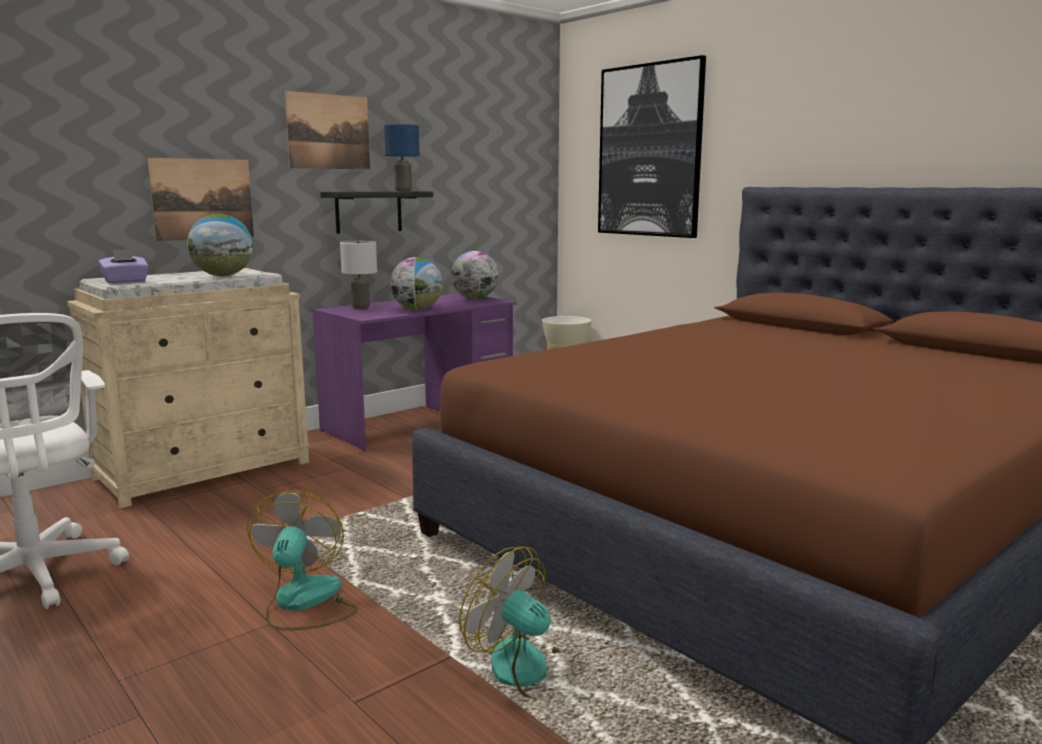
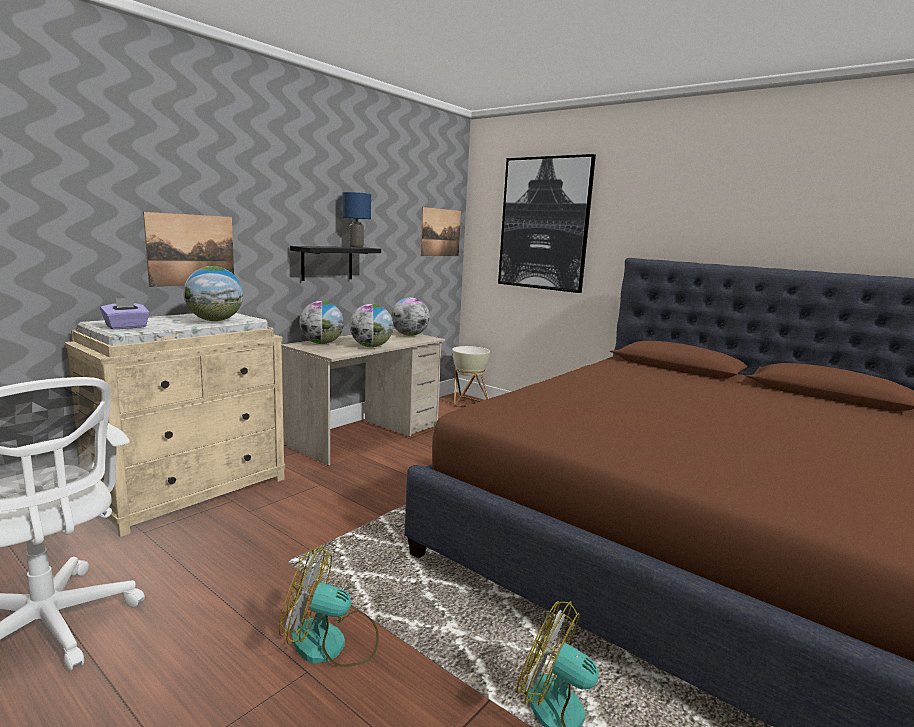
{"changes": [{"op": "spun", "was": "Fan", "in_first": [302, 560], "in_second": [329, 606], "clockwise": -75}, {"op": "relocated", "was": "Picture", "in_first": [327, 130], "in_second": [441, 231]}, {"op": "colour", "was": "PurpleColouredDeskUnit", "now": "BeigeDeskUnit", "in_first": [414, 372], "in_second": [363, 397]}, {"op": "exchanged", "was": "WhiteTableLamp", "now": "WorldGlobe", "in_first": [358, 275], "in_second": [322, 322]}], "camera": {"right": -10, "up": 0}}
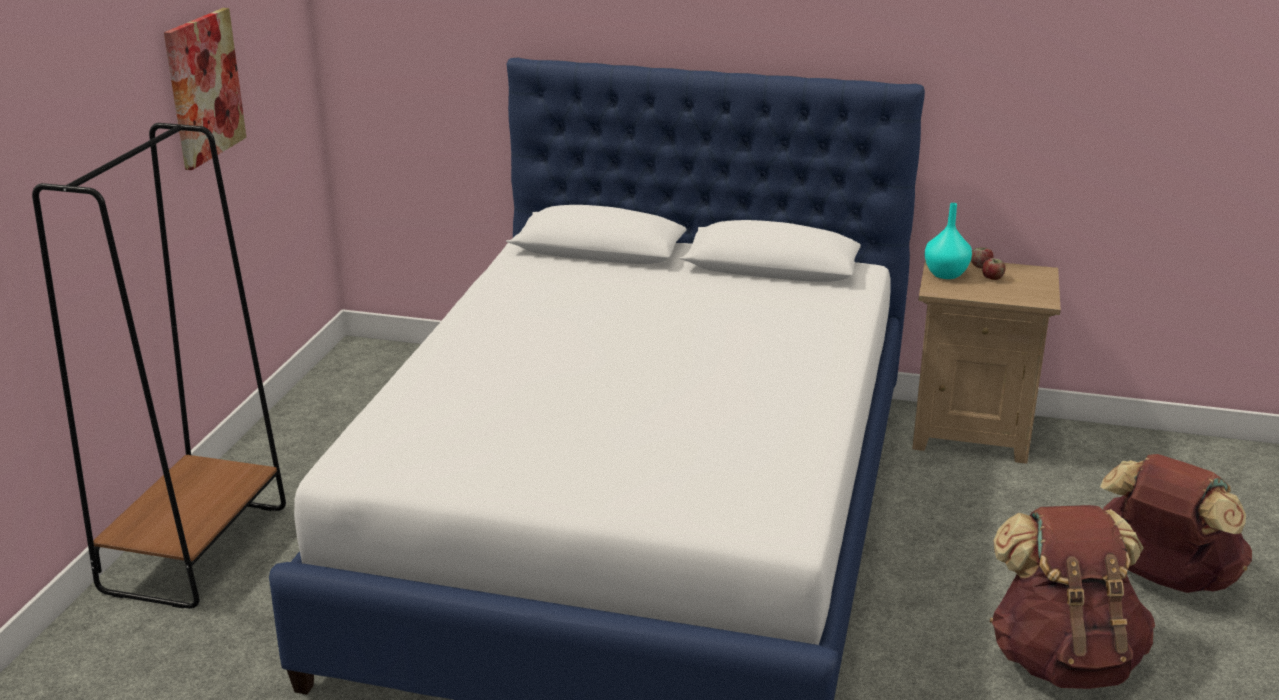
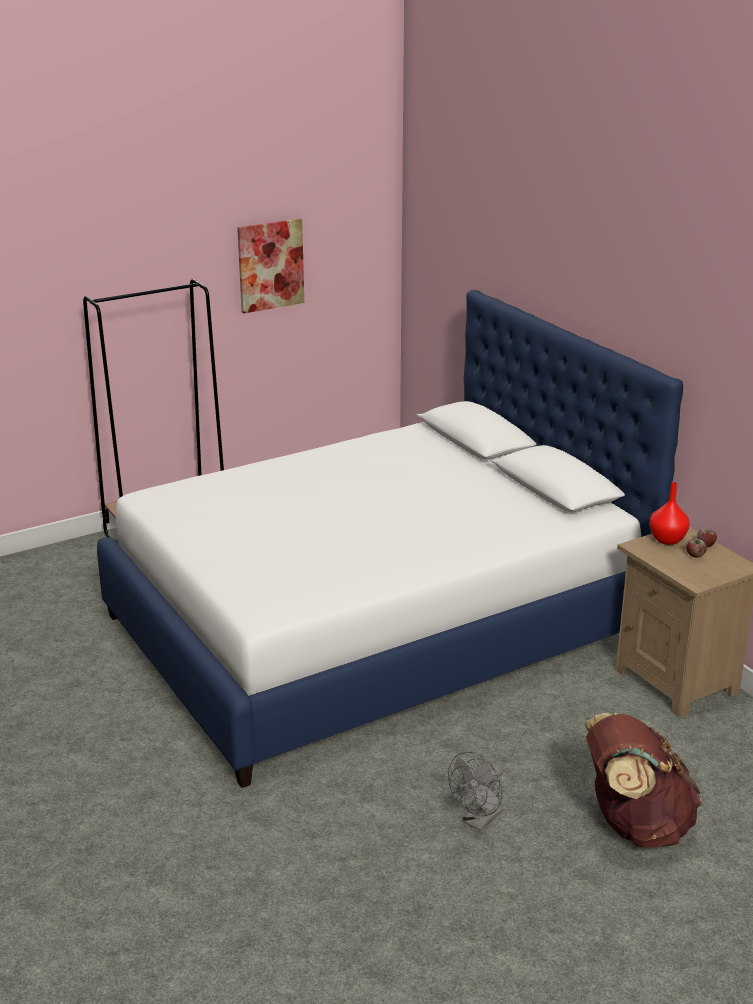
{"changes": [{"op": "colour", "was": "TurquoiseDecorativeVase", "now": "ReddishDecorativeVase", "in_first": [948, 241], "in_second": [669, 513]}, {"op": "exchanged", "was": "BrownBackpack", "now": "GreyishFan", "in_first": [1072, 597], "in_second": [475, 791]}], "camera": {"right": 45, "up": 0}}
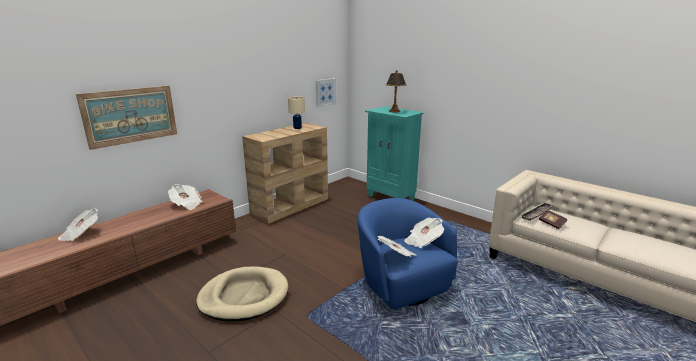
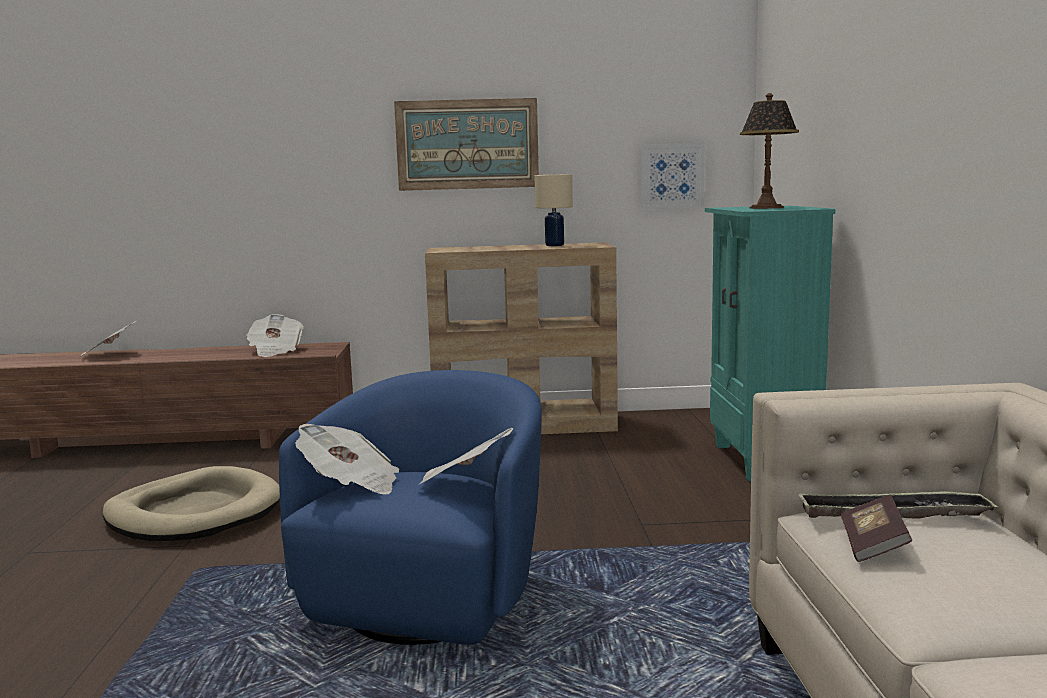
{"changes": [{"op": "relocated", "was": "Picture", "in_first": [126, 118], "in_second": [466, 144]}], "camera": {"right": 45, "up": -10}}
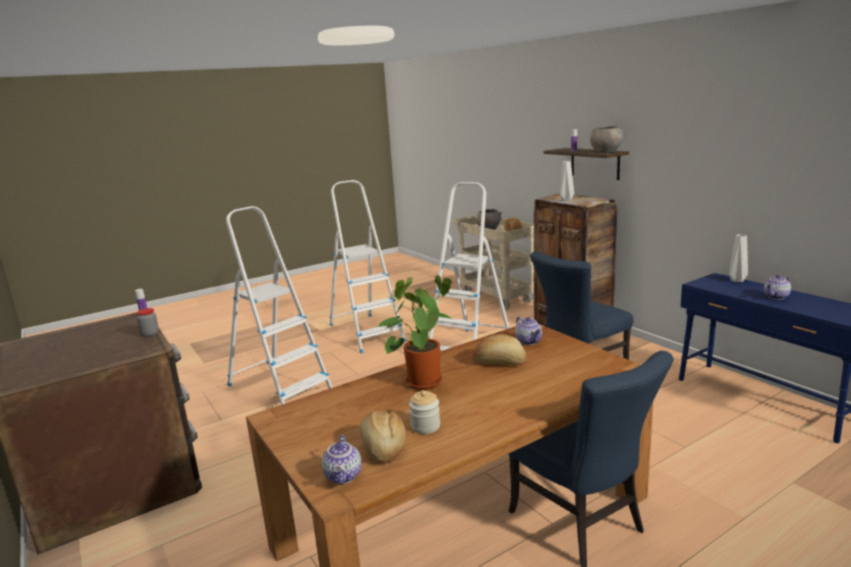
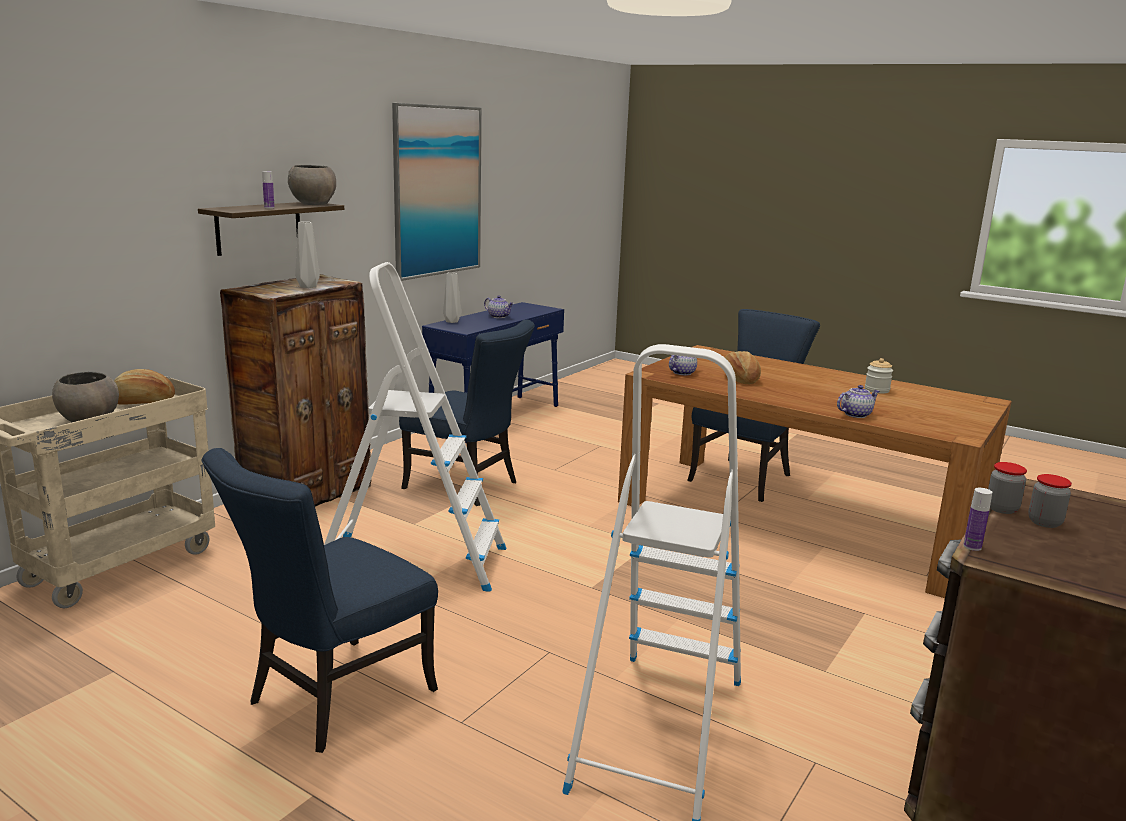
{"changes": [{"op": "relocated", "was": "Teapot", "in_first": [342, 460], "in_second": [858, 401]}, {"op": "exchanged", "was": "WhiteStepladder", "now": "BlueColouredUprightChair", "in_first": [368, 267], "in_second": [320, 600]}, {"op": "missing", "was": "BakeryBread", "in_first": [383, 436]}, {"op": "missing", "was": "PottedPlant", "in_first": [414, 332]}, {"op": "appeared", "now": "Picture", "in_second": [436, 192]}, {"op": "appeared", "now": "StorageJar", "in_second": [1050, 501]}], "camera": {"right": -115, "up": 0}}
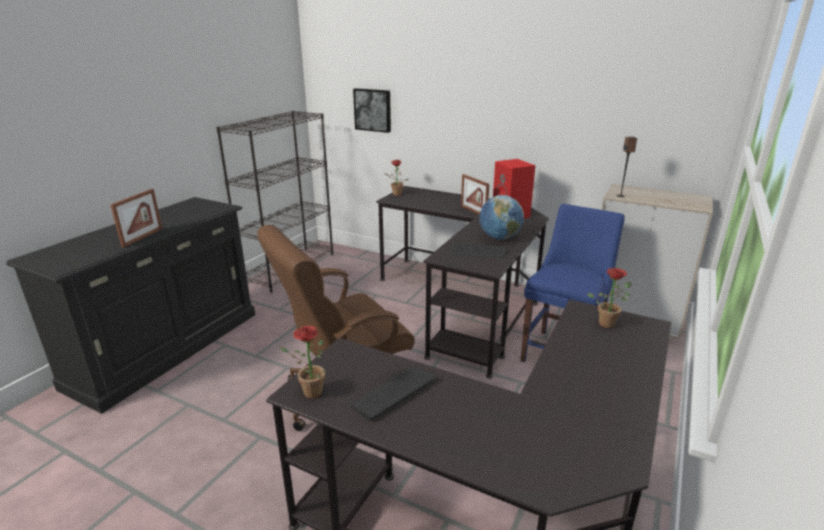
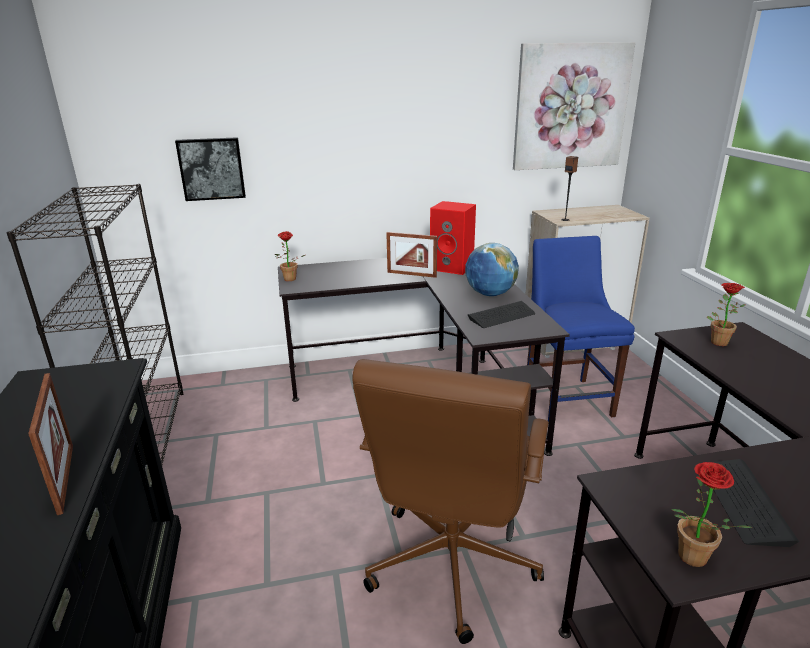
{"changes": [{"op": "appeared", "now": "Picture", "in_second": [574, 106]}], "camera": {"right": -40, "up": 0}}
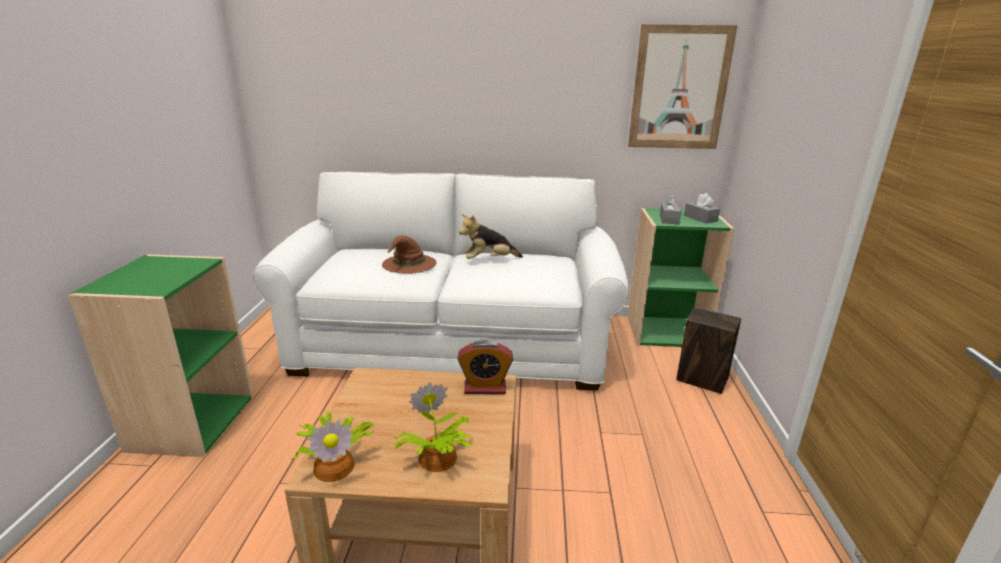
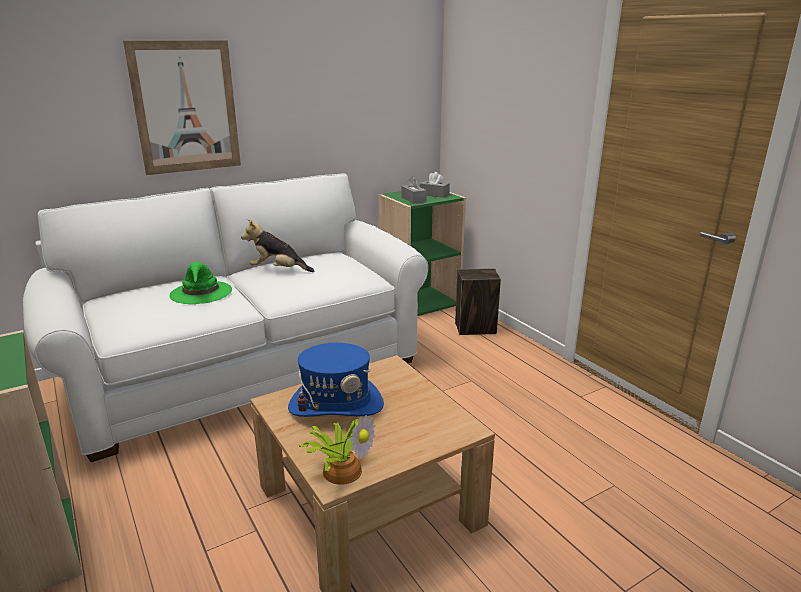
{"changes": [{"op": "colour", "was": "BrownHat", "now": "GreenColouredHat", "in_first": [409, 254], "in_second": [200, 283]}, {"op": "missing", "was": "PottedPlant", "in_first": [433, 427]}, {"op": "missing", "was": "BedsideClock", "in_first": [485, 367]}, {"op": "spun", "was": "CuddlyToy", "in_first": [491, 236], "in_second": [277, 245], "clockwise": 60}, {"op": "relocated", "was": "Picture", "in_first": [683, 86], "in_second": [182, 107]}, {"op": "appeared", "now": "BlueColouredHat", "in_second": [336, 380]}], "camera": {"right": -35, "up": 0}}
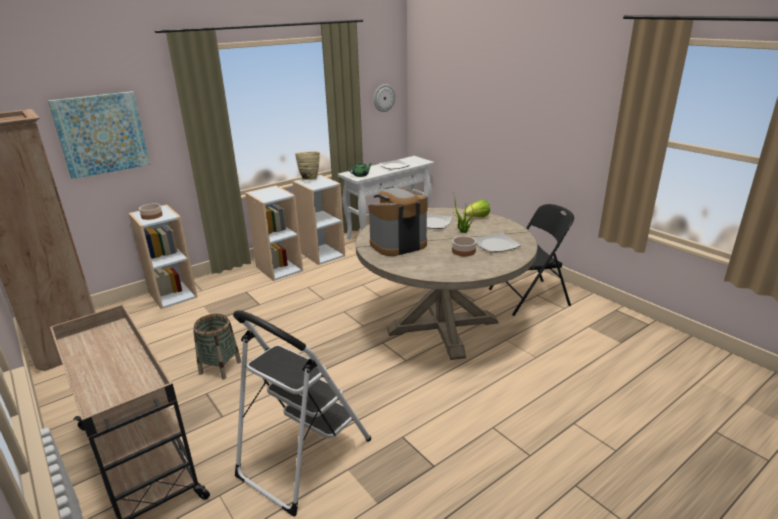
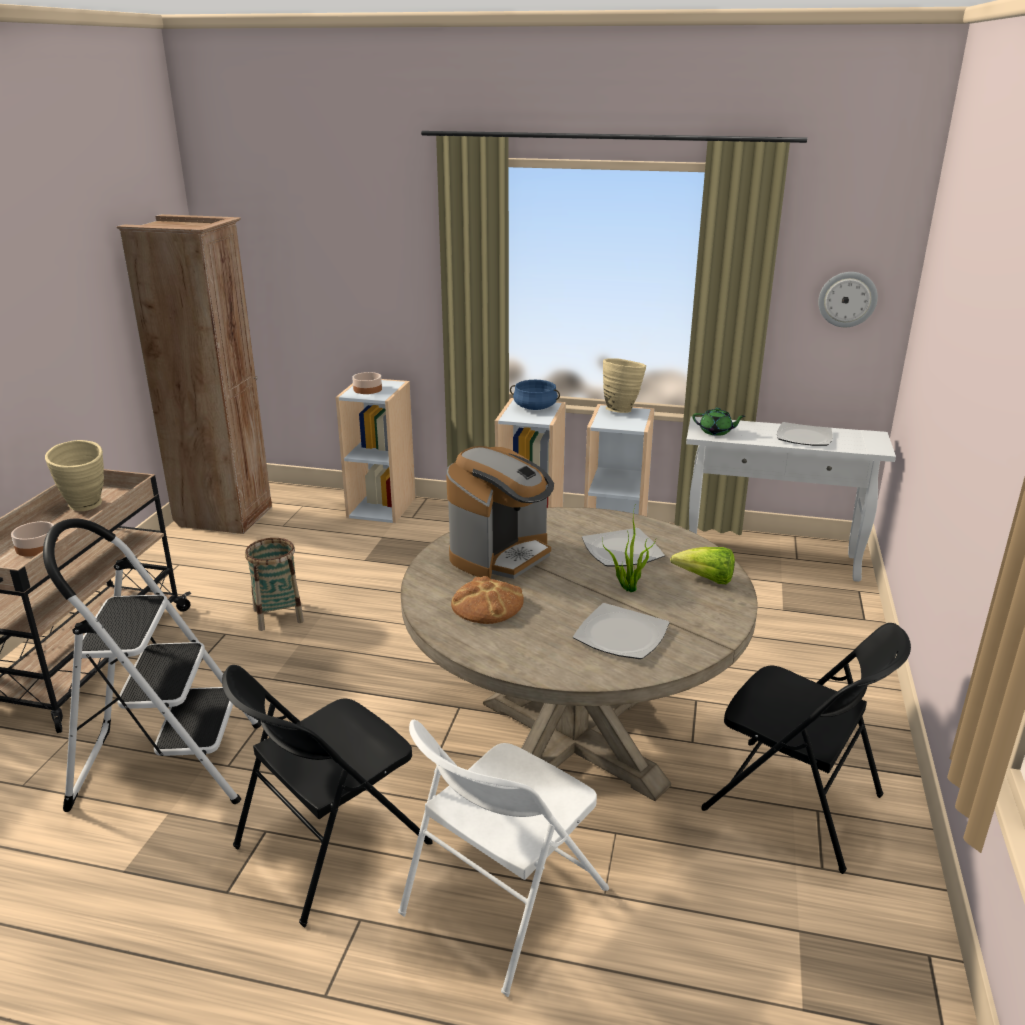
{"changes": [{"op": "missing", "was": "Picture", "in_first": [99, 135]}, {"op": "spun", "was": "CoffeeMaker", "in_first": [398, 221], "in_second": [500, 512], "clockwise": 105}, {"op": "relocated", "was": "DeepDish", "in_first": [464, 246], "in_second": [34, 539]}, {"op": "appeared", "now": "BeigeDecorativeVase", "in_second": [74, 475]}, {"op": "appeared", "now": "BlackishUprightChair", "in_second": [327, 796]}, {"op": "appeared", "now": "WhiteUprightChair", "in_second": [503, 858]}, {"op": "appeared", "now": "BakeryBread", "in_second": [487, 600]}, {"op": "appeared", "now": "BlueColouredStockpot", "in_second": [535, 395]}], "camera": {"right": 50, "up": 0}}
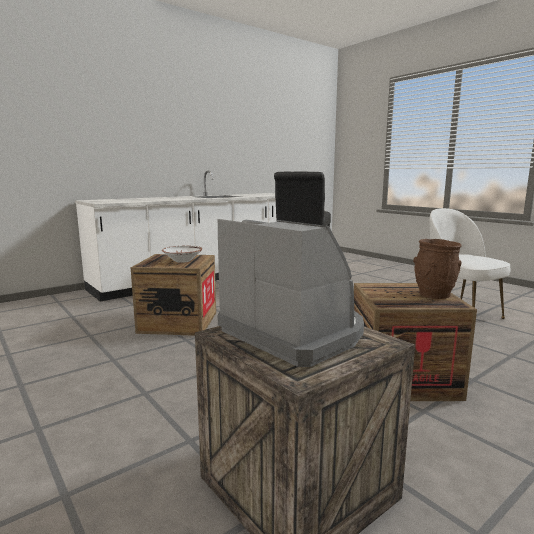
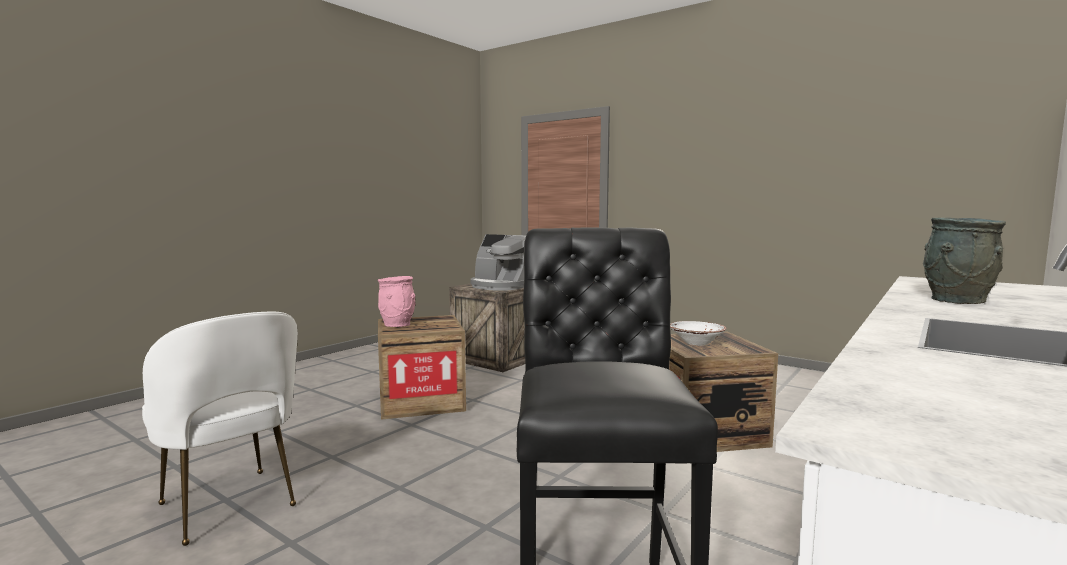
{"changes": [{"op": "colour", "was": "BrownDecorativeVase", "now": "PinkColouredDecorativeVase", "in_first": [437, 269], "in_second": [397, 301]}, {"op": "appeared", "now": "GreyishDecorativeVase", "in_second": [964, 260]}], "camera": {"right": 165, "up": -5}}
